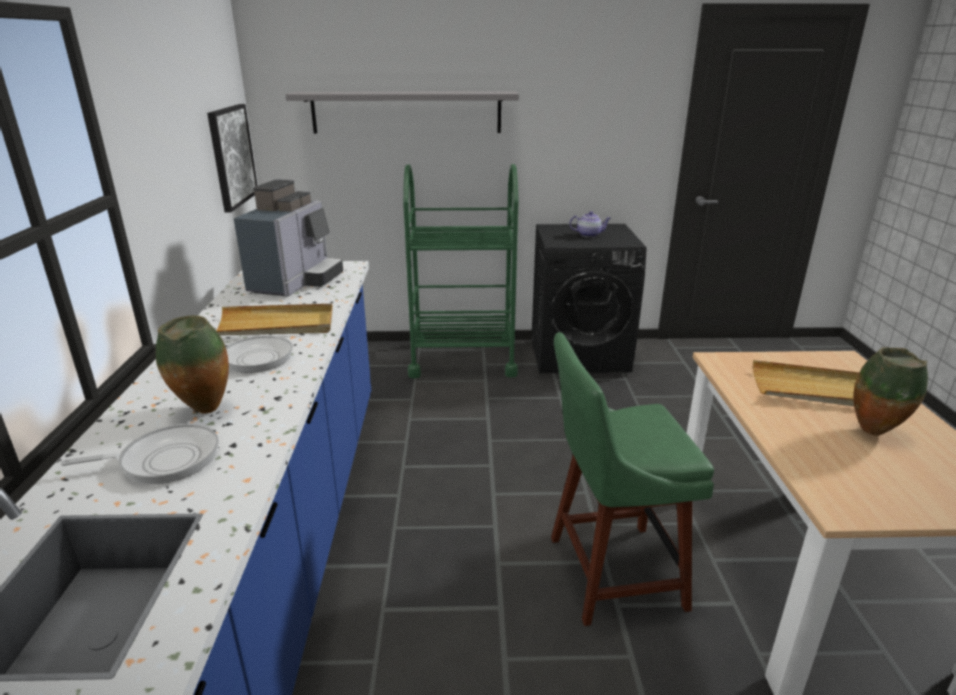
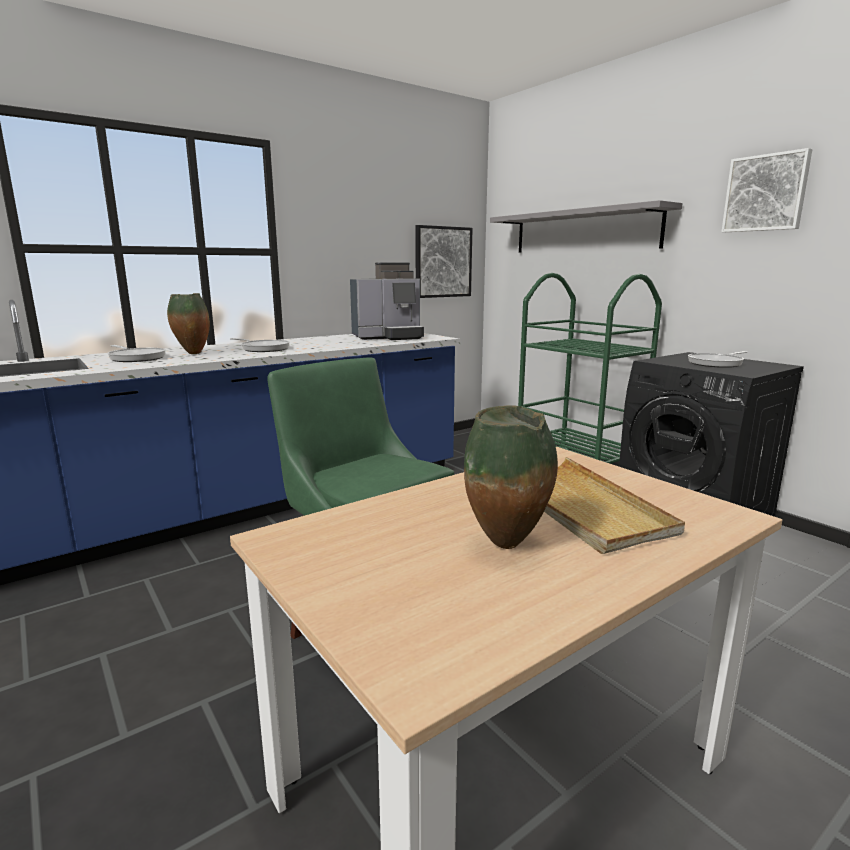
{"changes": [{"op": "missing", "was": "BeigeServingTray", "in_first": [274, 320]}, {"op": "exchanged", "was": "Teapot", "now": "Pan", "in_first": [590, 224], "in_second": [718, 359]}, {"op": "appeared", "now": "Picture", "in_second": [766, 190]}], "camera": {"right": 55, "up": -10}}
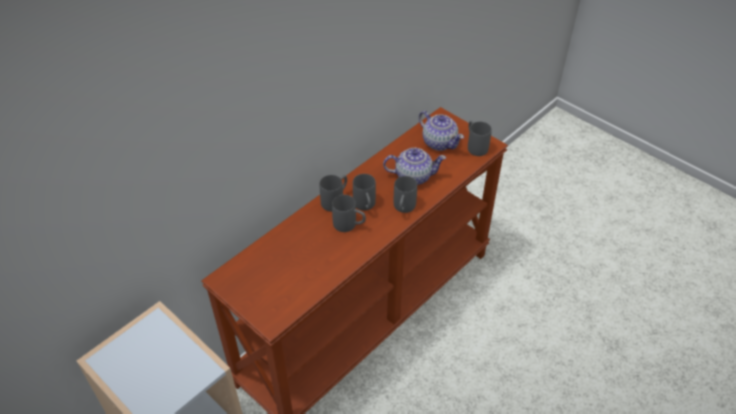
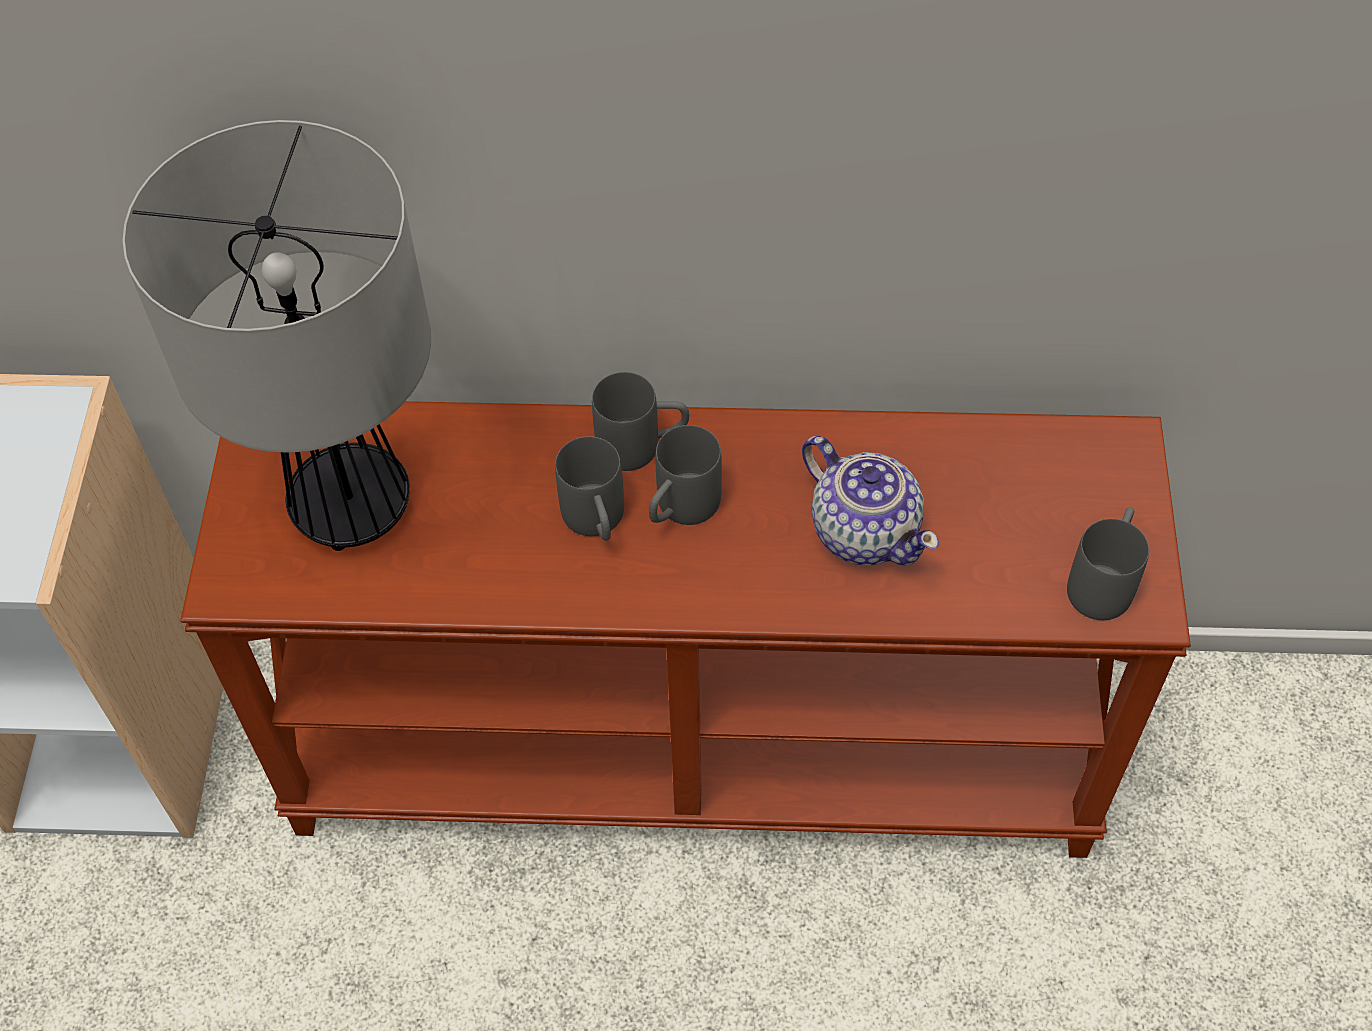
{"changes": [{"op": "missing", "was": "GreyishTeaMug", "in_first": [405, 194]}, {"op": "missing", "was": "Teapot", "in_first": [441, 131]}, {"op": "appeared", "now": "TableLamp", "in_second": [276, 335]}], "camera": {"right": 50, "up": 10}}
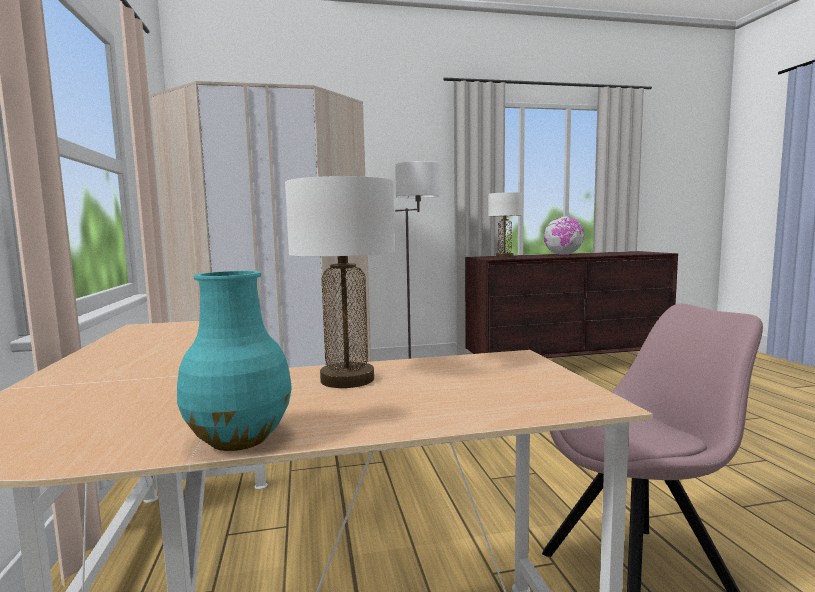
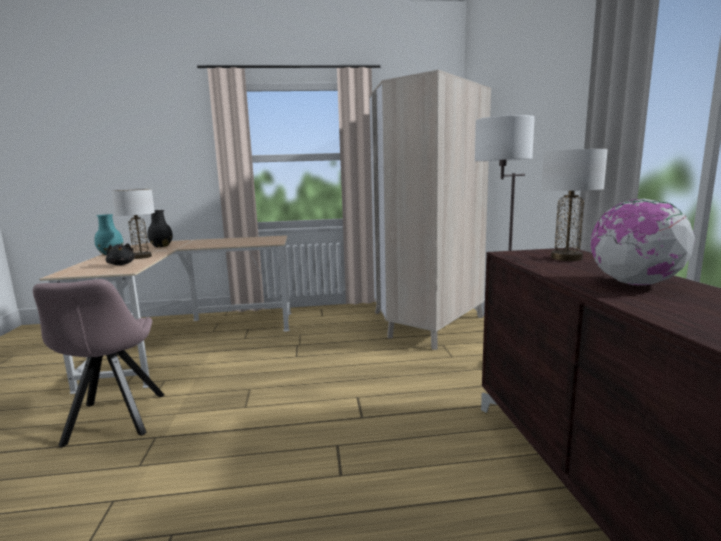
{"changes": [{"op": "appeared", "now": "BlackishCuddlyToy", "in_second": [120, 254]}, {"op": "appeared", "now": "BlackishDecorativeVase", "in_second": [160, 228]}], "camera": {"right": 95, "up": 5}}
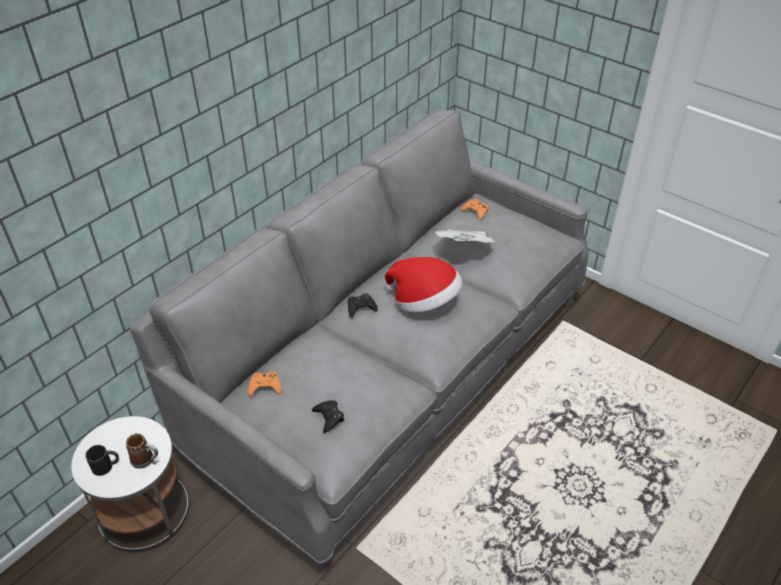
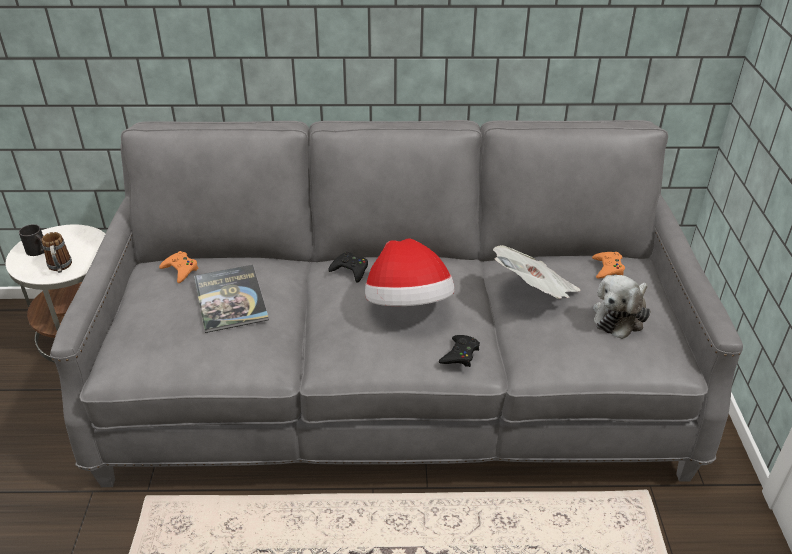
{"changes": [{"op": "relocated", "was": "BlackishJoypad", "in_first": [328, 416], "in_second": [459, 351]}, {"op": "appeared", "now": "Volume", "in_second": [231, 299]}, {"op": "appeared", "now": "CuddlyToy", "in_second": [621, 307]}], "camera": {"right": 50, "up": -5}}
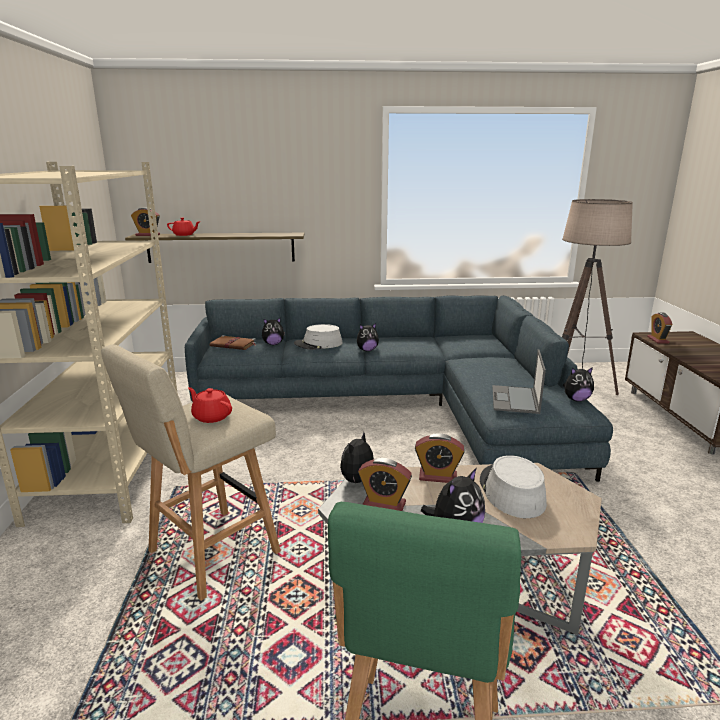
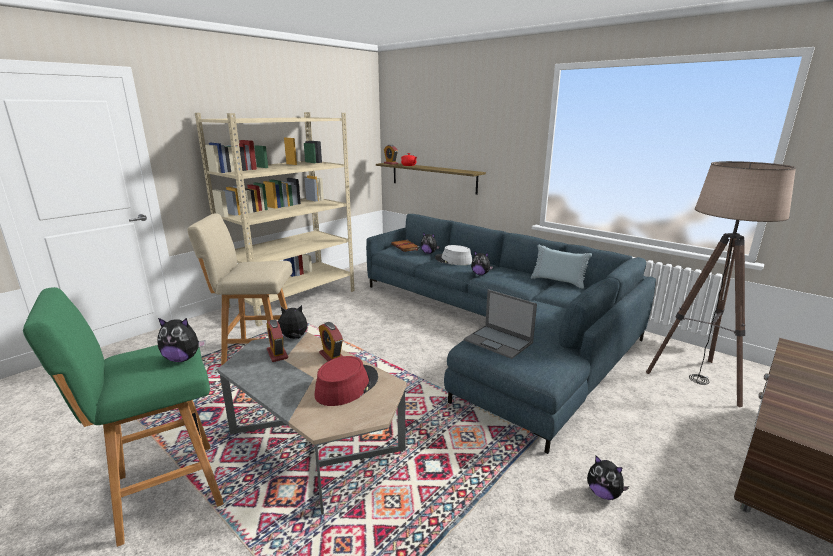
{"changes": [{"op": "missing", "was": "ReddishTeapot", "in_first": [210, 405]}, {"op": "colour", "was": "GreyishHat", "now": "ReddishHat", "in_first": [513, 486], "in_second": [346, 381]}, {"op": "spun", "was": "NotebookComputer", "in_first": [519, 381], "in_second": [500, 324], "clockwise": -105}, {"op": "relocated", "was": "CuddlyToy", "in_first": [578, 384], "in_second": [608, 478]}, {"op": "missing", "was": "BedsideClock", "in_first": [659, 328]}, {"op": "appeared", "now": "BlueColouredPillow", "in_second": [561, 267]}], "camera": {"right": 45, "up": 0}}
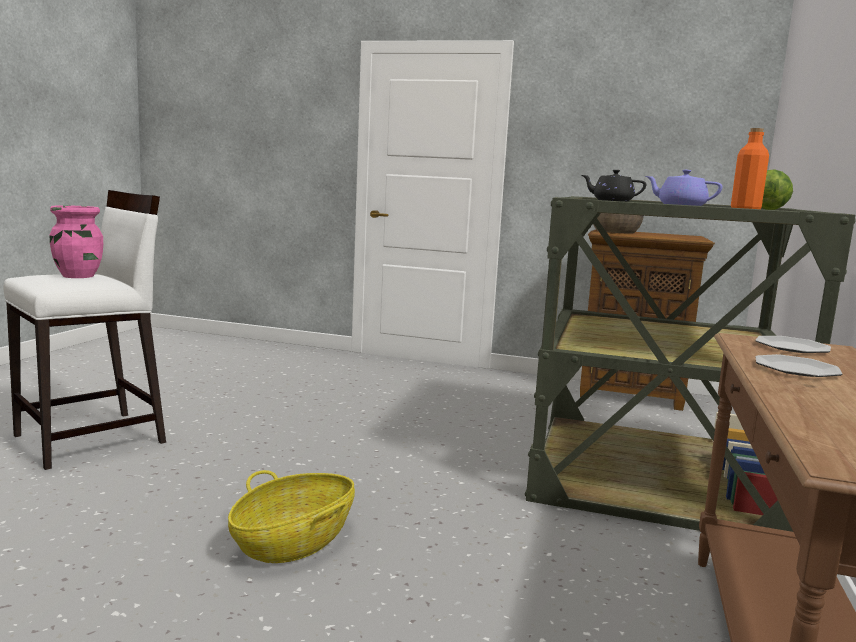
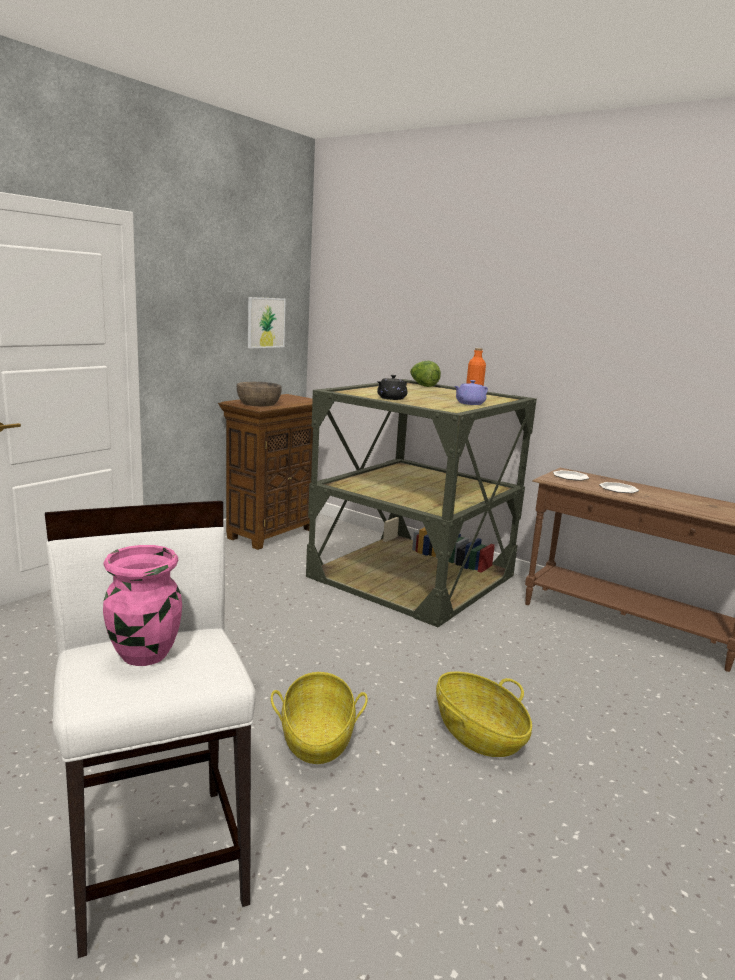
{"changes": [{"op": "appeared", "now": "Picture", "in_second": [267, 323]}, {"op": "appeared", "now": "Basket", "in_second": [319, 718]}], "camera": {"right": -70, "up": 5}}
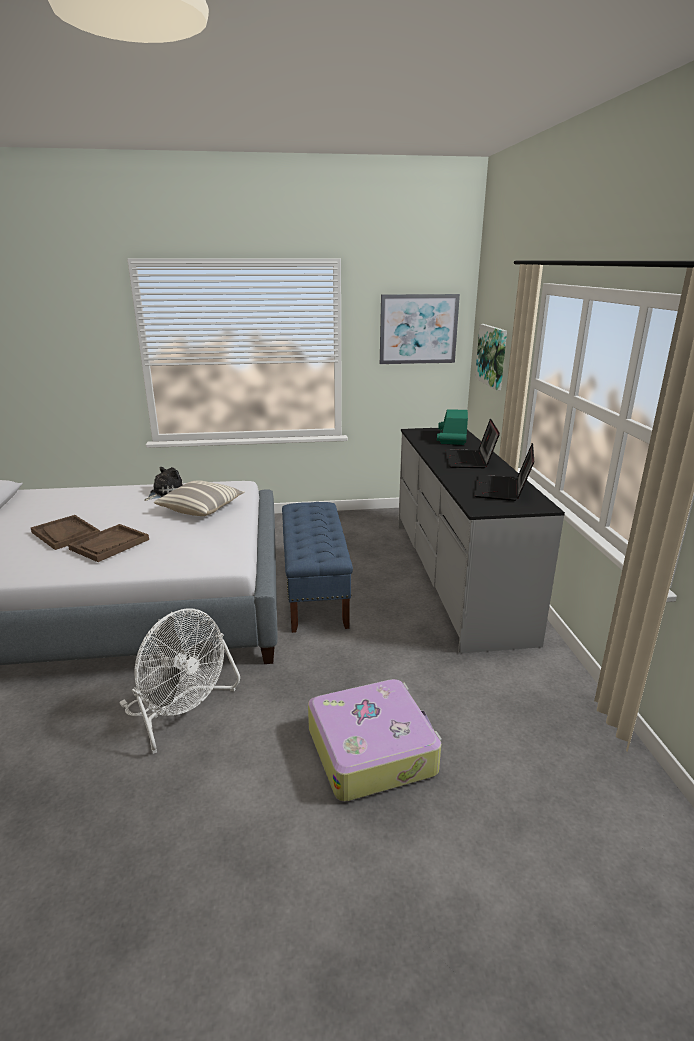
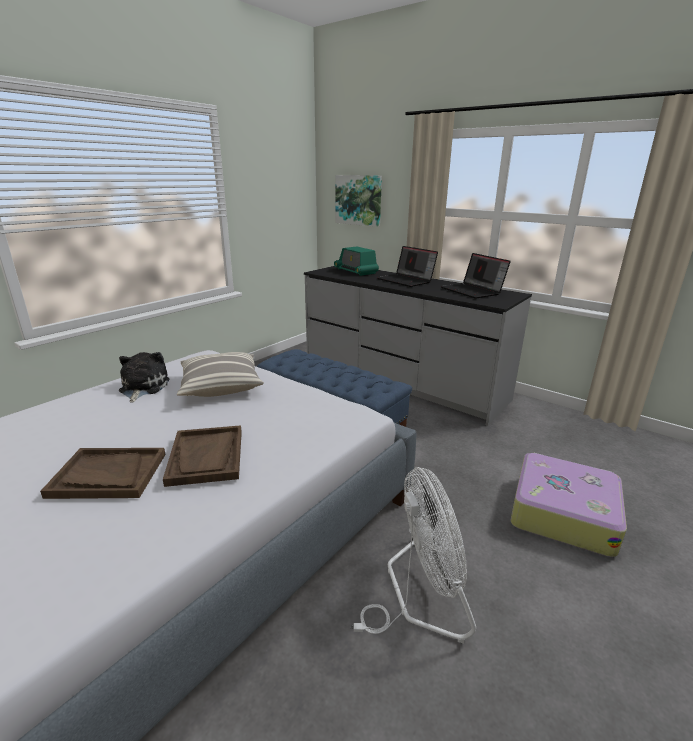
{"changes": [{"op": "missing", "was": "Picture", "in_first": [420, 329]}], "camera": {"right": -45, "up": 0}}
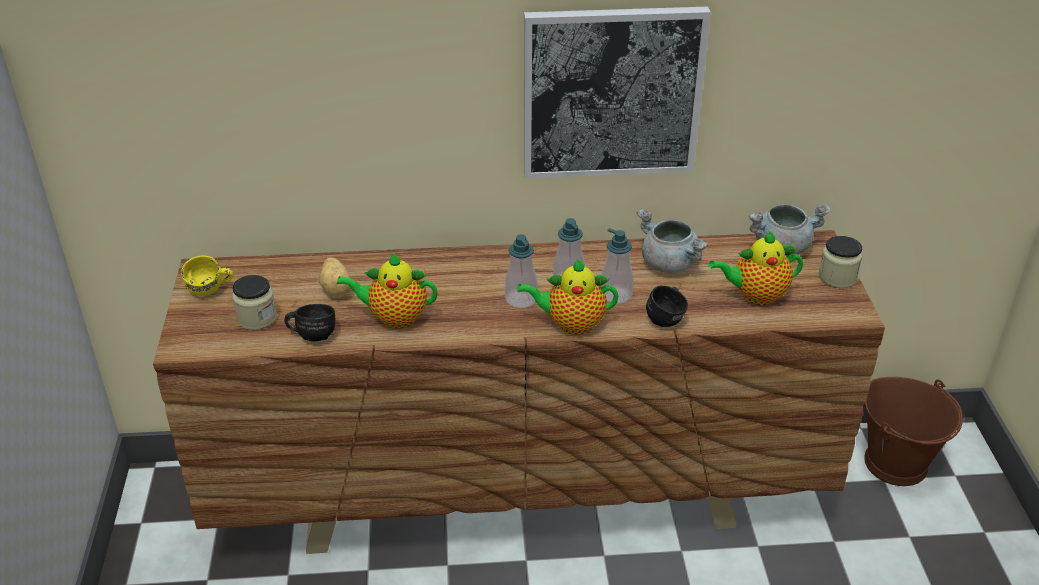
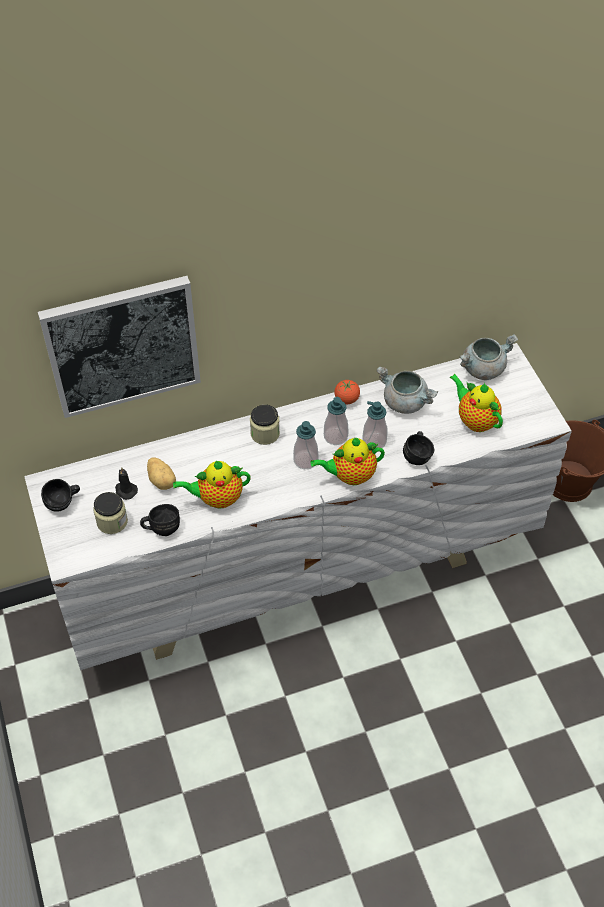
{"changes": [{"op": "colour", "was": "BrownCabinet", "now": "WhiteCabinet", "in_first": [519, 392], "in_second": [298, 506]}, {"op": "colour", "was": "YellowTeaMug", "now": "BlackishTeaMug", "in_first": [207, 275], "in_second": [60, 495]}, {"op": "relocated", "was": "Picture", "in_first": [617, 93], "in_second": [119, 347]}, {"op": "spun", "was": "Teapot", "in_first": [756, 268], "in_second": [476, 403], "clockwise": 75}, {"op": "relocated", "was": "StorageJar", "in_first": [840, 262], "in_second": [265, 424]}, {"op": "appeared", "now": "BlackishCandle", "in_second": [126, 483]}, {"op": "appeared", "now": "WholeTomato", "in_second": [347, 392]}], "camera": {"right": -15, "up": 15}}
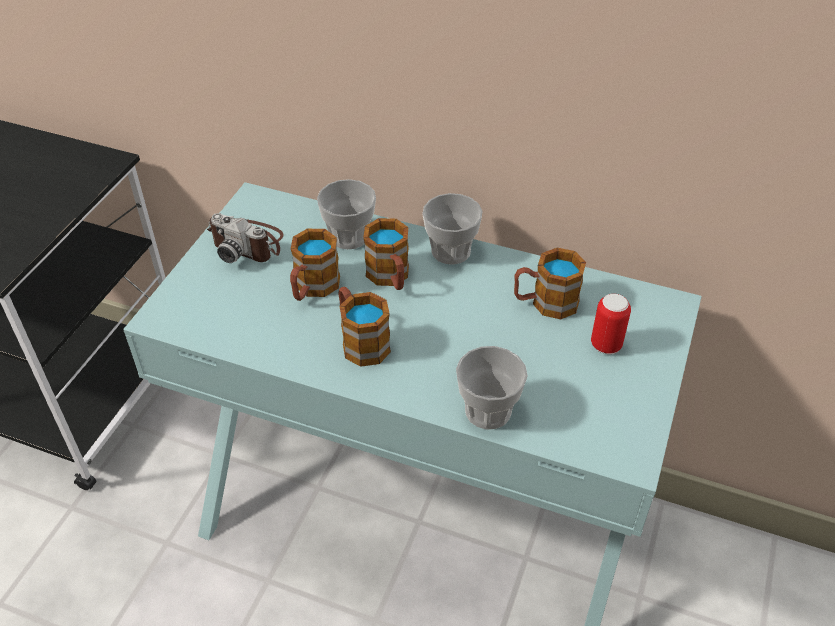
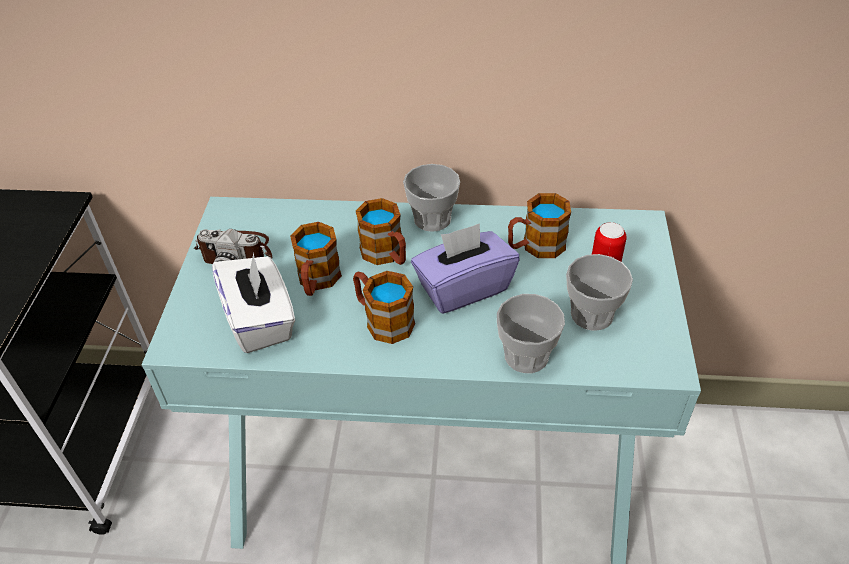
{"changes": [{"op": "relocated", "was": "Cup", "in_first": [346, 214], "in_second": [599, 292]}, {"op": "appeared", "now": "WhiteBoxOfTissues", "in_second": [253, 303]}, {"op": "appeared", "now": "PurpleColouredBoxOfTissues", "in_second": [465, 268]}], "camera": {"right": -15, "up": 0}}
